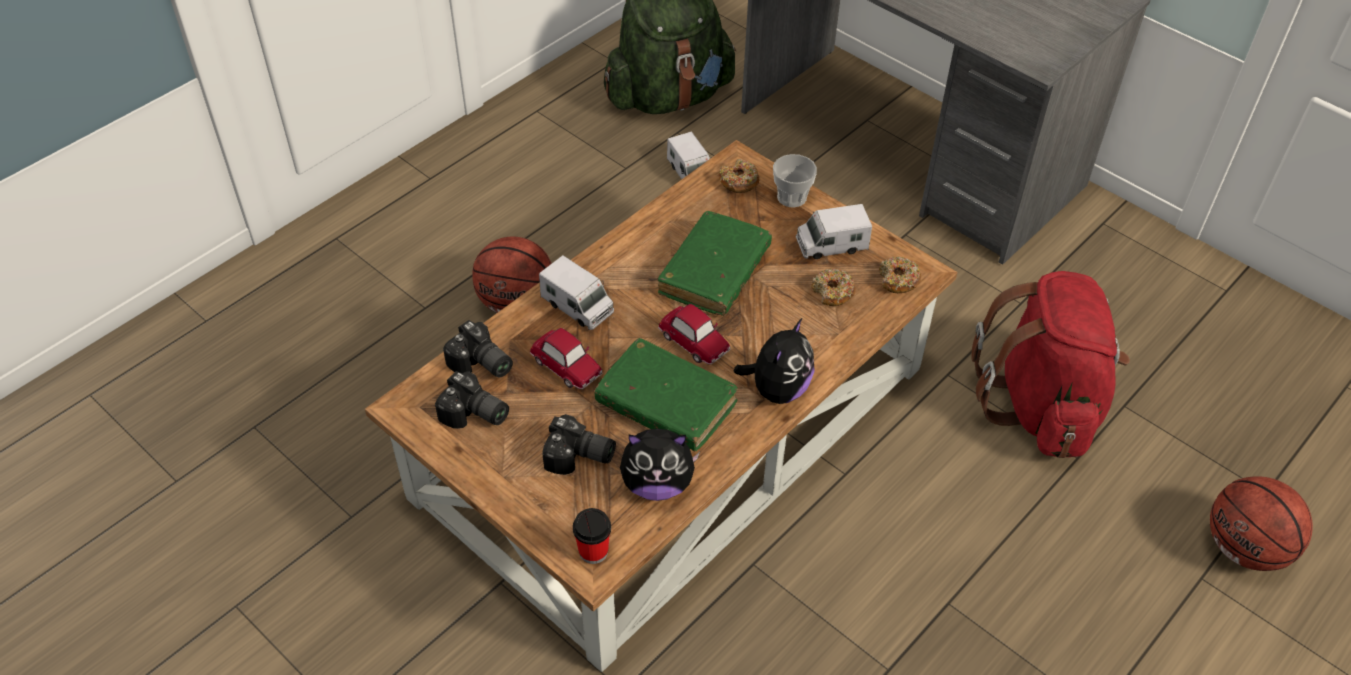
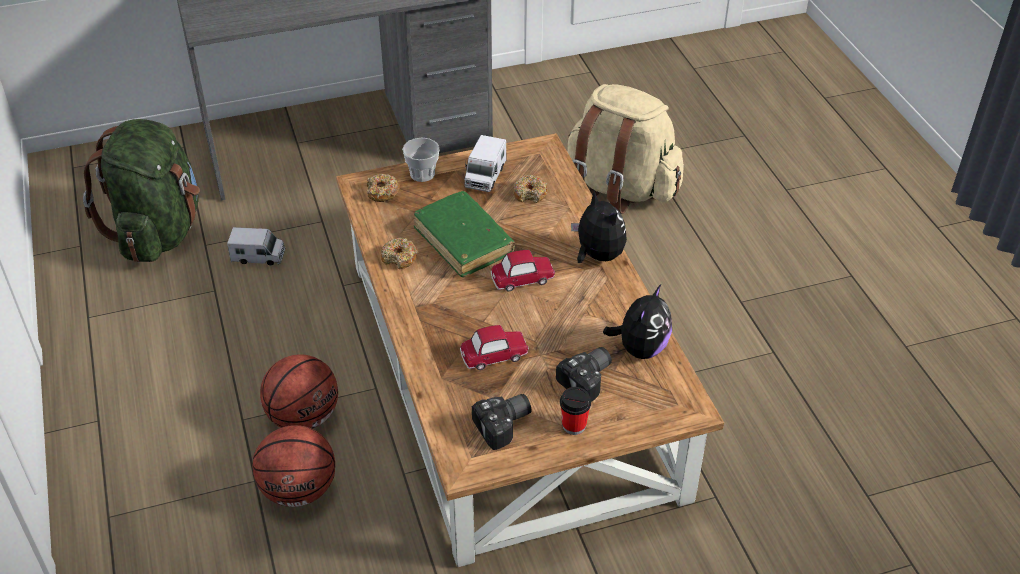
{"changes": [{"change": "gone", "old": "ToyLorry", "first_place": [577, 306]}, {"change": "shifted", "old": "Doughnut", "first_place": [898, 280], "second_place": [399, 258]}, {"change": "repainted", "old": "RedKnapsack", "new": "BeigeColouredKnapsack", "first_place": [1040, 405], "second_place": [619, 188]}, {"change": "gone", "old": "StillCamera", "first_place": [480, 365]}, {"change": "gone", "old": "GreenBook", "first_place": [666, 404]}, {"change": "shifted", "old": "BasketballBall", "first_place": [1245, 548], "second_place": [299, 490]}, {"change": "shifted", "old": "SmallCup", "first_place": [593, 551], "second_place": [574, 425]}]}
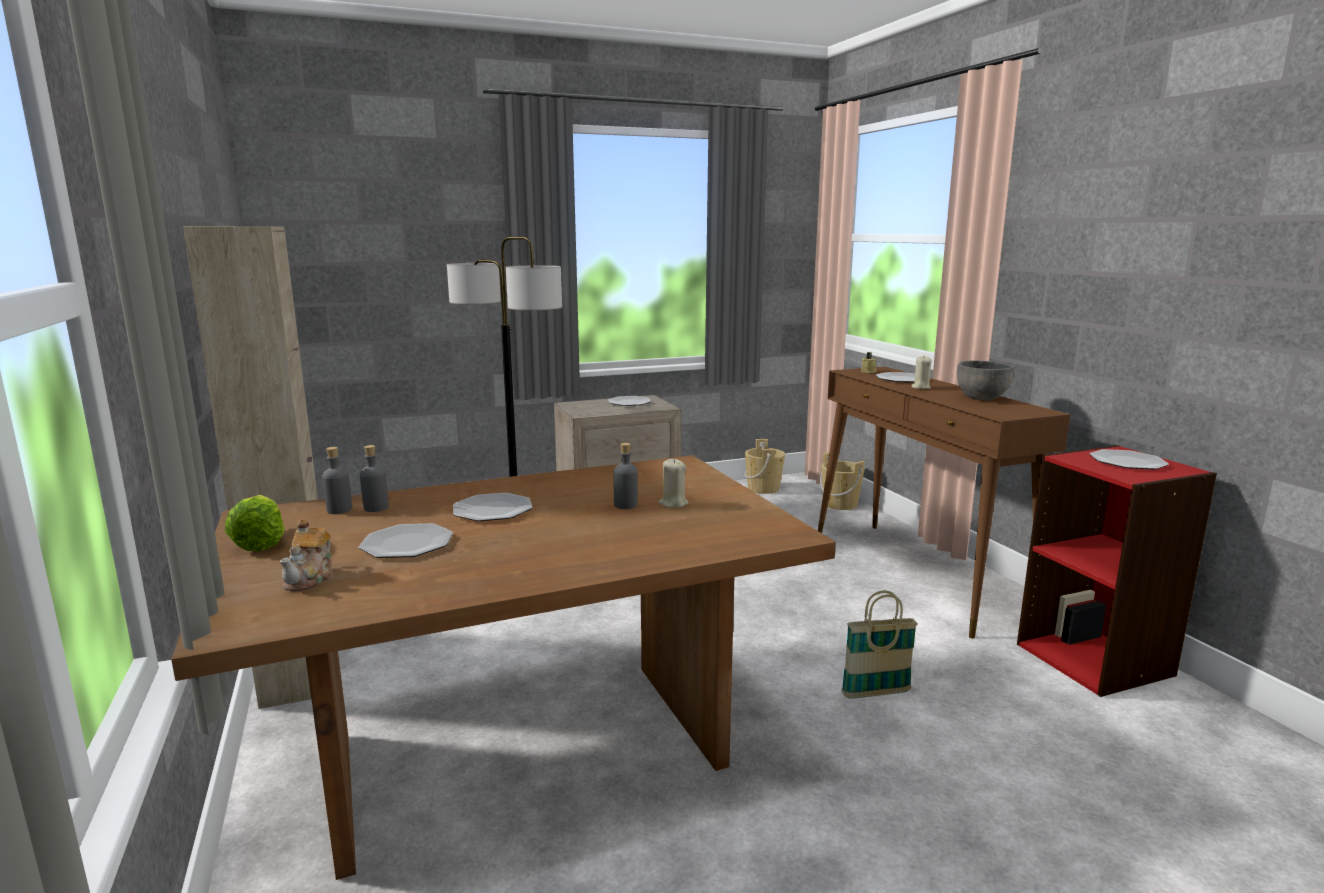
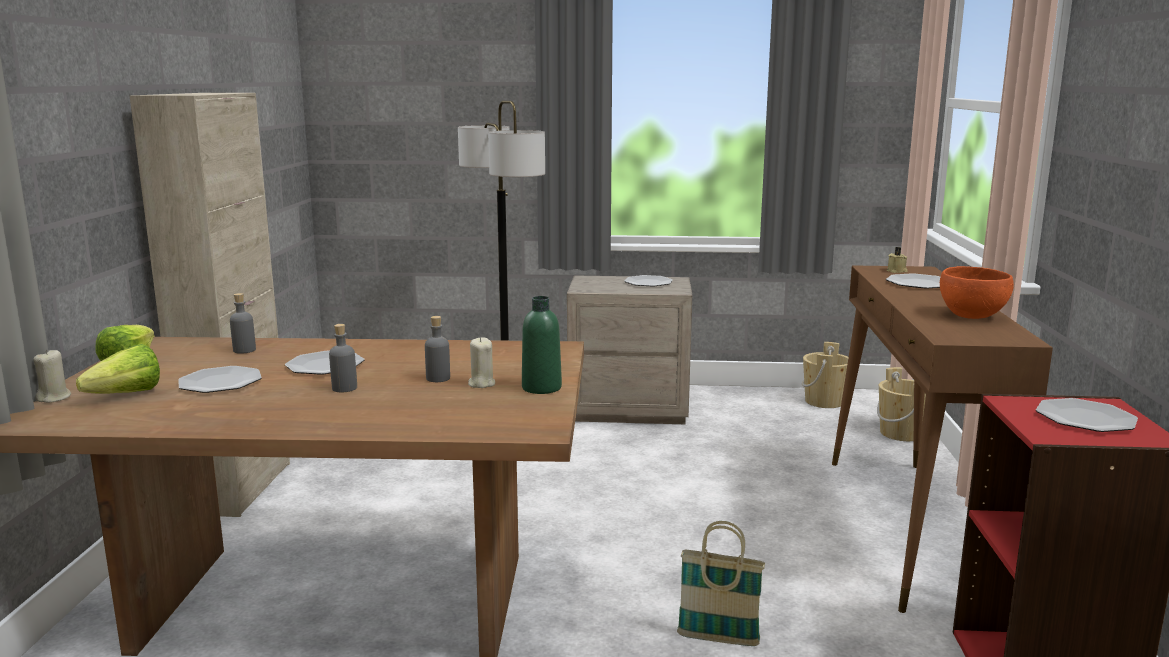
{"changes": [{"change": "shifted", "old": "BeigeColouredWaxLight", "first_place": [920, 387], "second_place": [54, 398]}, {"change": "repainted", "old": "GreyServingBowl", "new": "OrangeyServingBowl", "first_place": [981, 398], "second_place": [971, 316]}, {"change": "shifted", "old": "GreyBottle", "first_place": [339, 510], "second_place": [344, 388]}, {"change": "swapped", "old": "PotForTea", "new": "LettuceHead", "first_place": [311, 578], "second_place": [119, 397]}, {"change": "new", "new": "GreenBottle", "second_place": [541, 388]}]}
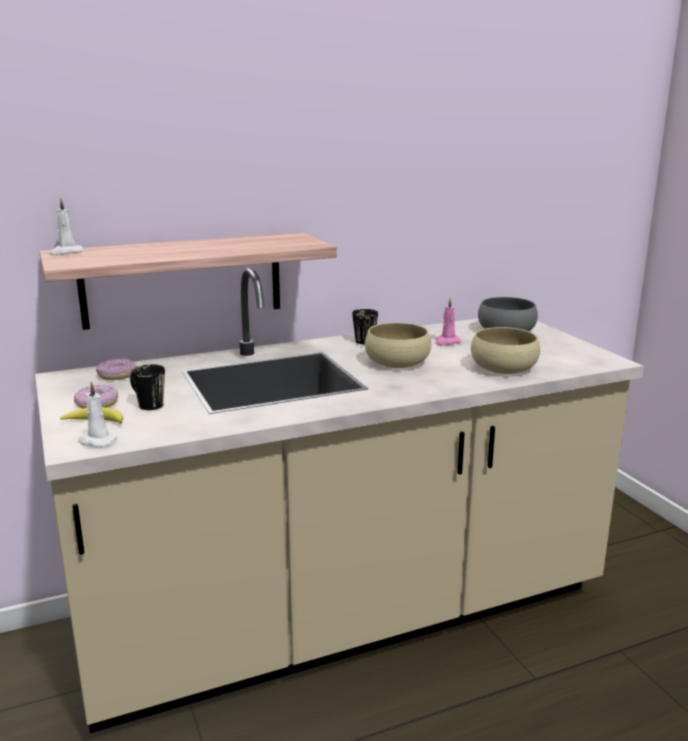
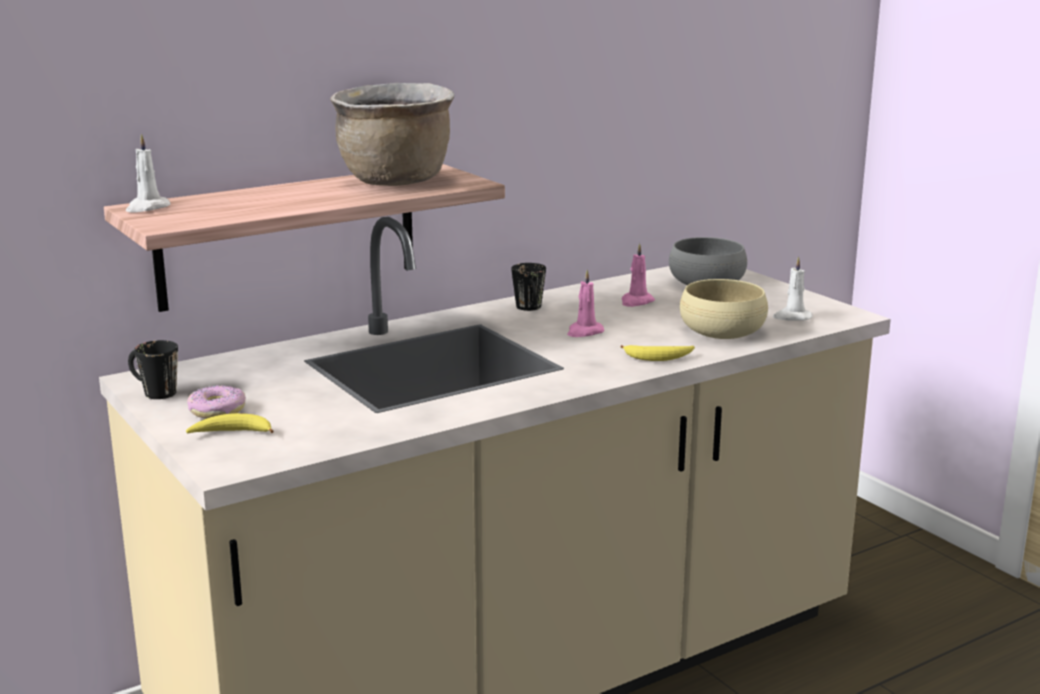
{"changes": [{"change": "swapped", "old": "BeigeColouredServingBowl", "new": "PinkWaxLight", "first_place": [397, 362], "second_place": [584, 332]}, {"change": "gone", "old": "Doughnut", "first_place": [116, 375]}, {"change": "shifted", "old": "BlackColouredMug", "first_place": [146, 404], "second_place": [152, 392]}, {"change": "shifted", "old": "WhiteWaxLight", "first_place": [96, 441], "second_place": [792, 317]}, {"change": "new", "new": "BrownishSaucepot", "second_place": [395, 182]}, {"change": "new", "new": "WholeBanana", "second_place": [658, 357]}]}
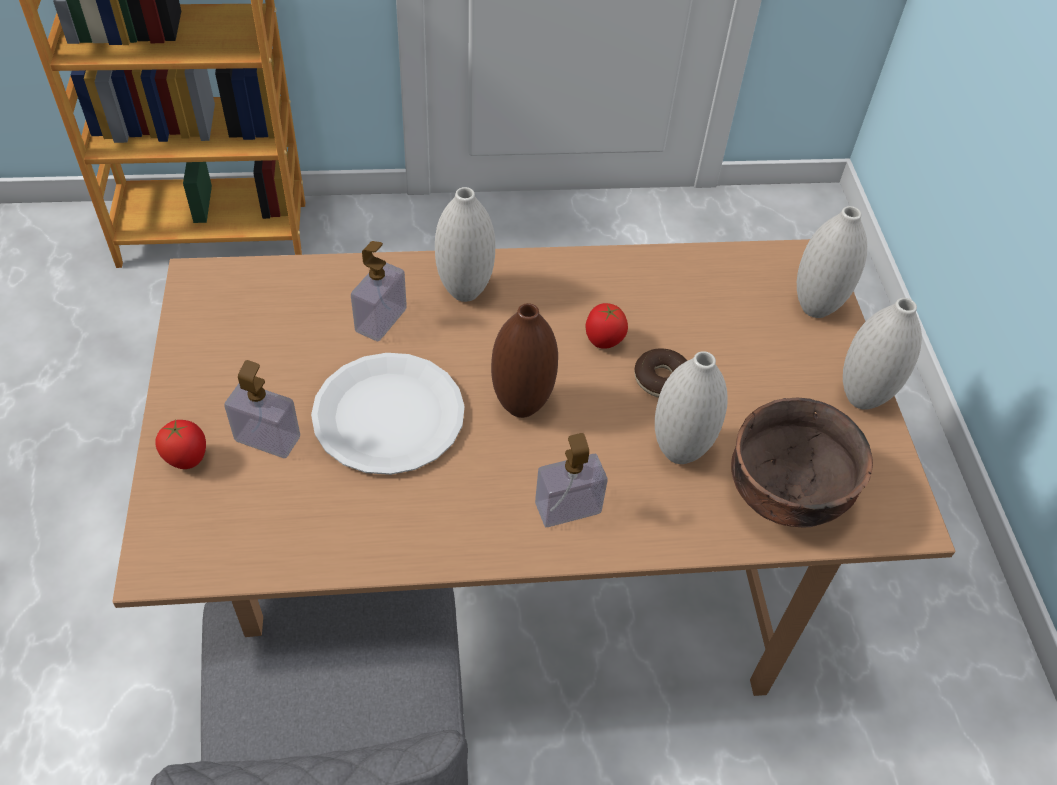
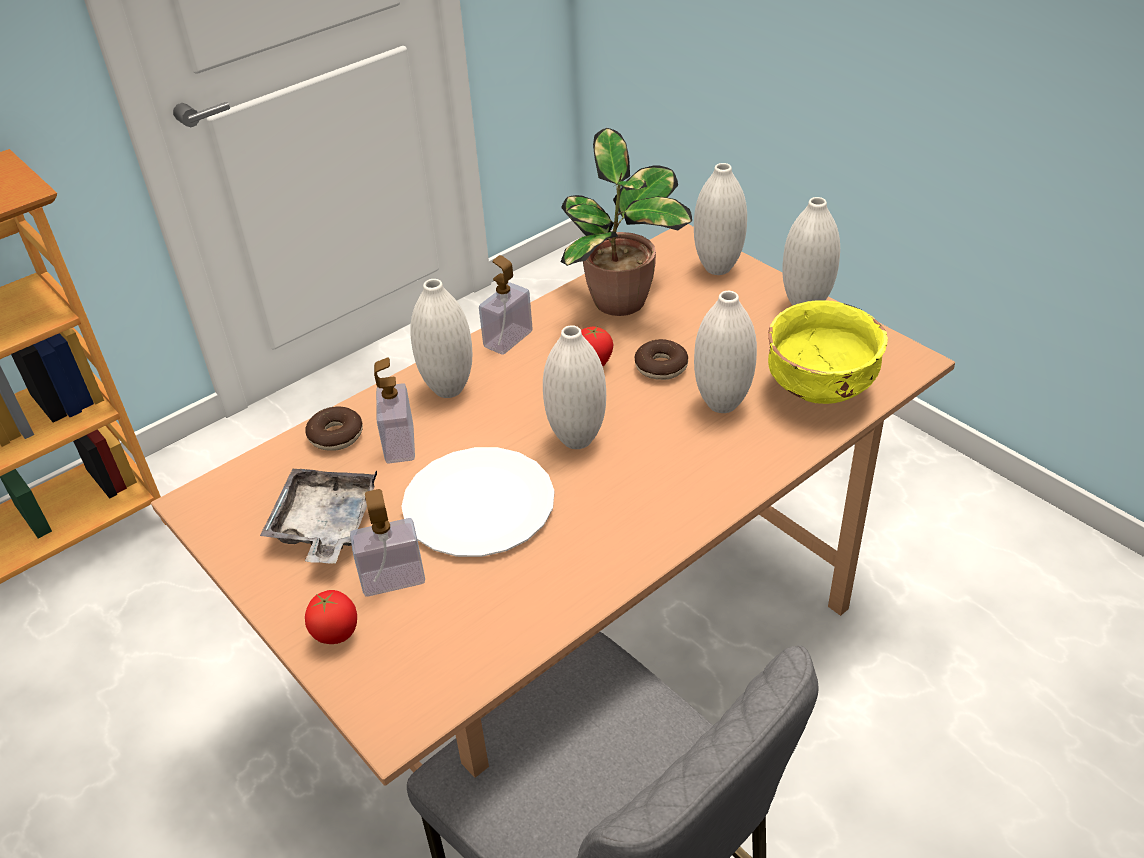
{"changes": [{"change": "repainted", "old": "BrownishVase", "new": "WhiteVase", "first_place": [521, 406], "second_place": [577, 439]}, {"change": "repainted", "old": "BrownishServingBowl", "new": "YellowColouredServingBowl", "first_place": [786, 496], "second_place": [821, 390]}, {"change": "shifted", "old": "SoapDispenser", "first_place": [568, 508], "second_place": [508, 339]}, {"change": "new", "new": "PlantInAPot", "second_place": [621, 303]}, {"change": "new", "new": "Doughnut", "second_place": [336, 436]}, {"change": "new", "new": "GreyTray", "second_place": [325, 526]}]}
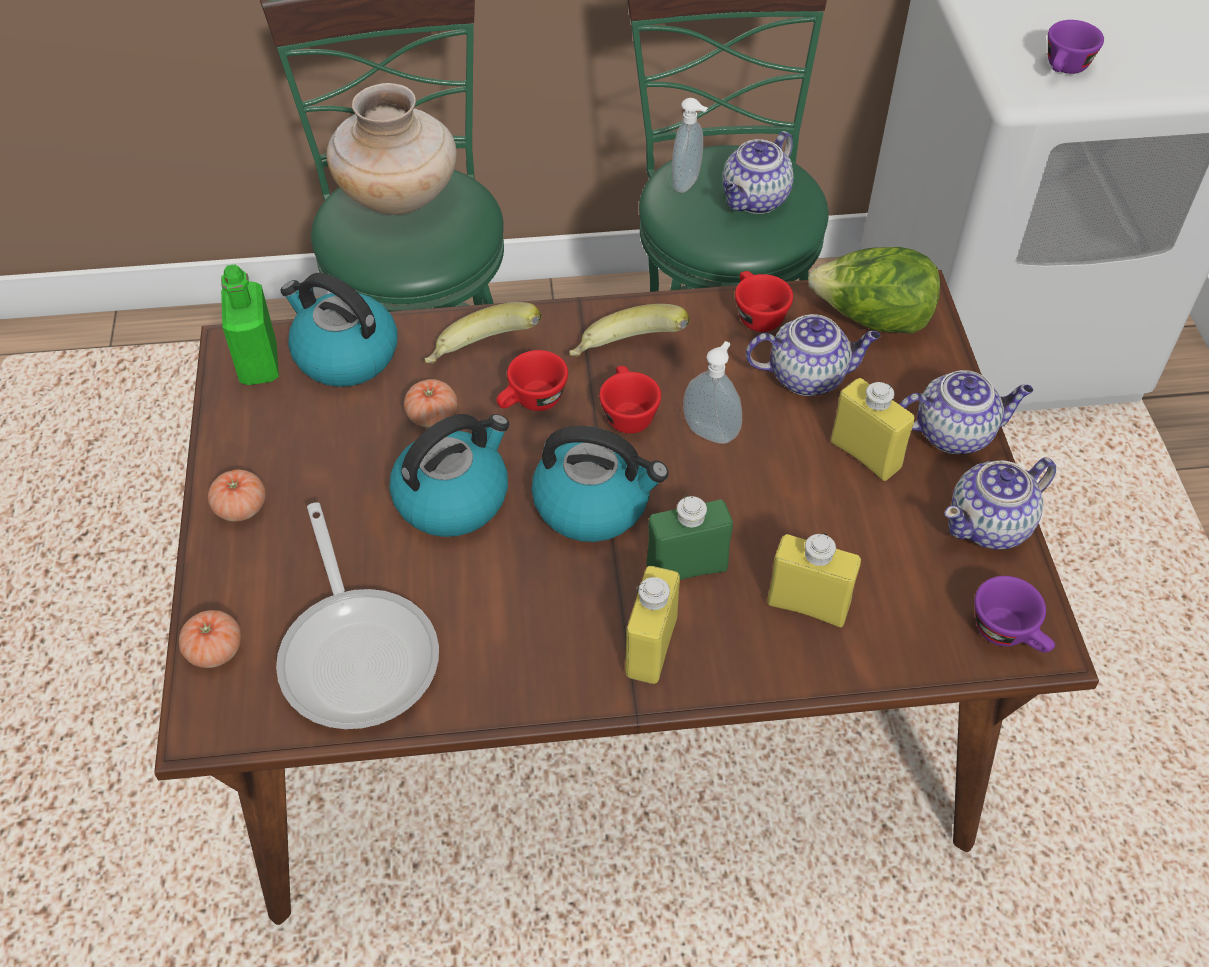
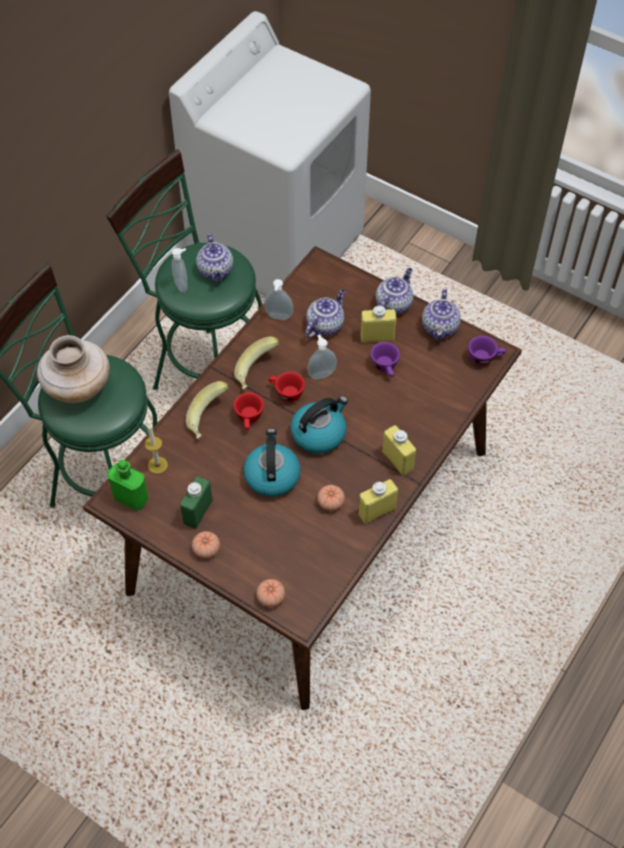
{"changes": [{"change": "shifted", "old": "PurplishSmallCup", "first_place": [1064, 69], "second_place": [386, 367]}, {"change": "gone", "old": "LettuceHead", "first_place": [872, 320]}, {"change": "swapped", "old": "RedSmallCup", "new": "SoapDispenser", "first_place": [756, 314], "second_place": [278, 317]}, {"change": "swapped", "old": "WaterKettle", "new": "WaxLight", "first_place": [344, 355], "second_place": [157, 465]}, {"change": "shifted", "old": "FreshTomato", "first_place": [432, 416], "second_place": [330, 502]}, {"change": "shifted", "old": "GreenBottle", "first_place": [686, 568], "second_place": [198, 512]}, {"change": "gone", "old": "Pan", "first_place": [358, 652]}, {"change": "shifted", "old": "YellowColouredBottle", "first_place": [808, 605], "second_place": [377, 511]}]}
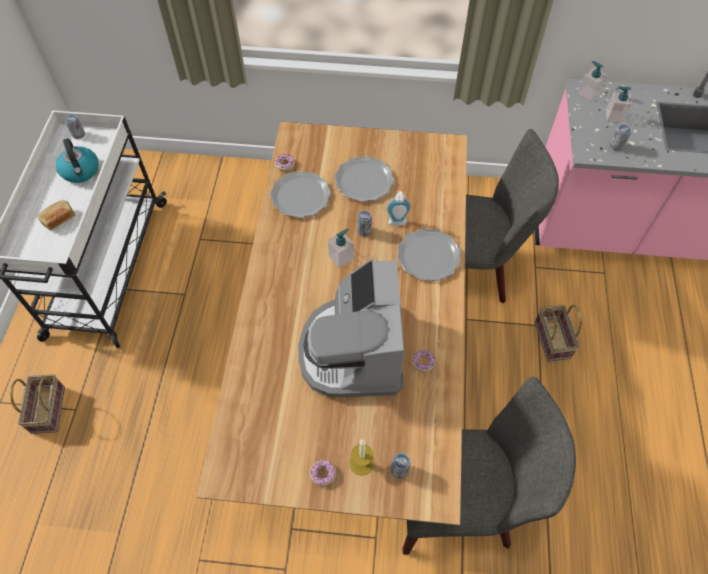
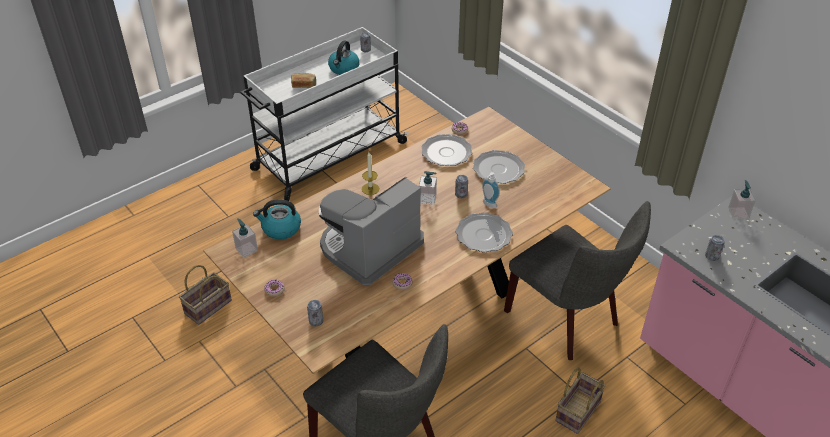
{"changes": [{"change": "shifted", "old": "SoapDispenser", "first_place": [614, 116], "second_place": [246, 249]}, {"change": "shifted", "old": "HouseholdBasket", "first_place": [49, 411], "second_place": [207, 308]}, {"change": "shifted", "old": "WaxLight", "first_place": [361, 462], "second_place": [370, 189]}, {"change": "new", "new": "WaterKettle", "second_place": [280, 229]}]}
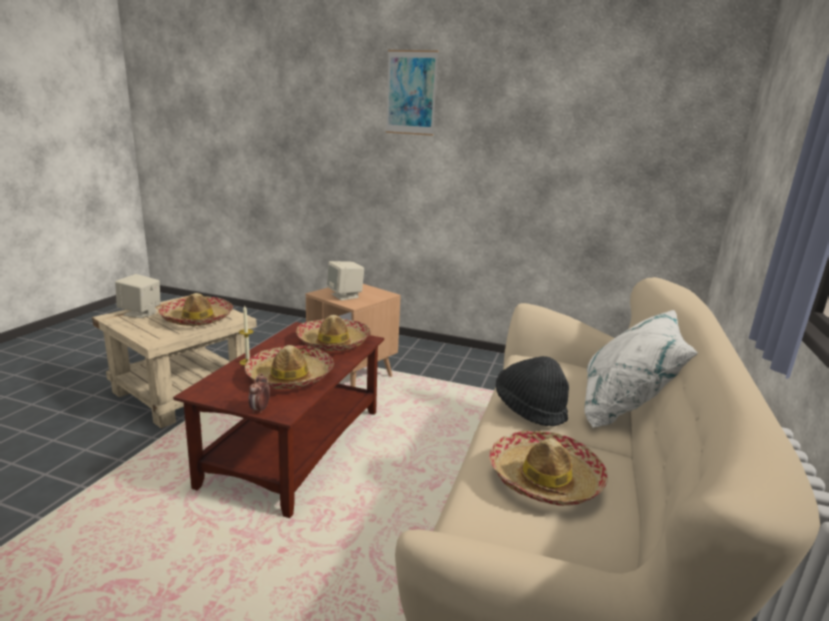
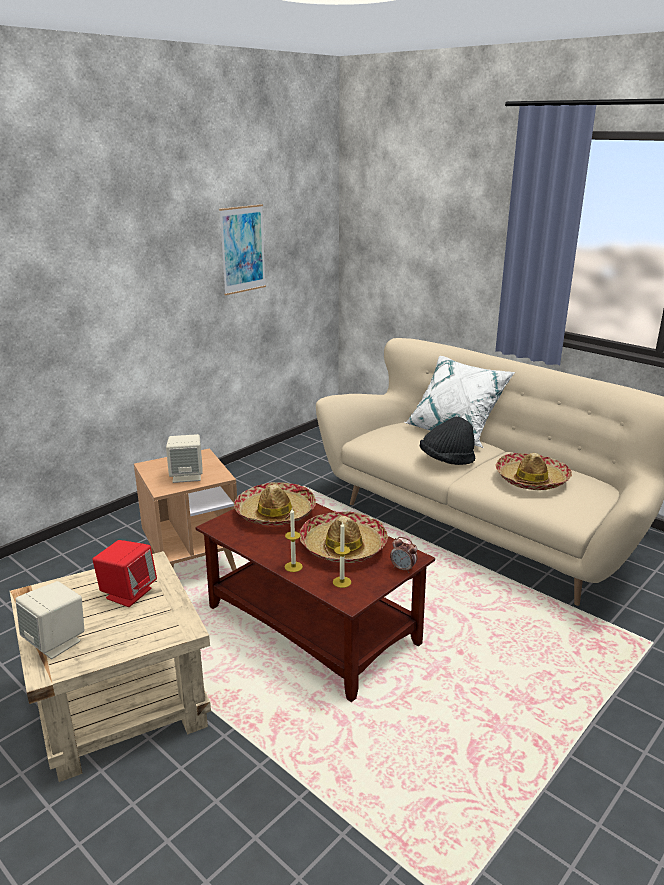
{"changes": [{"change": "shifted", "old": "Picture", "first_place": [411, 93], "second_place": [243, 249]}, {"change": "swapped", "old": "WearableHat", "new": "RedLoudspeaker", "first_place": [197, 319], "second_place": [128, 593]}, {"change": "new", "new": "WaxLight", "second_place": [342, 582]}]}
